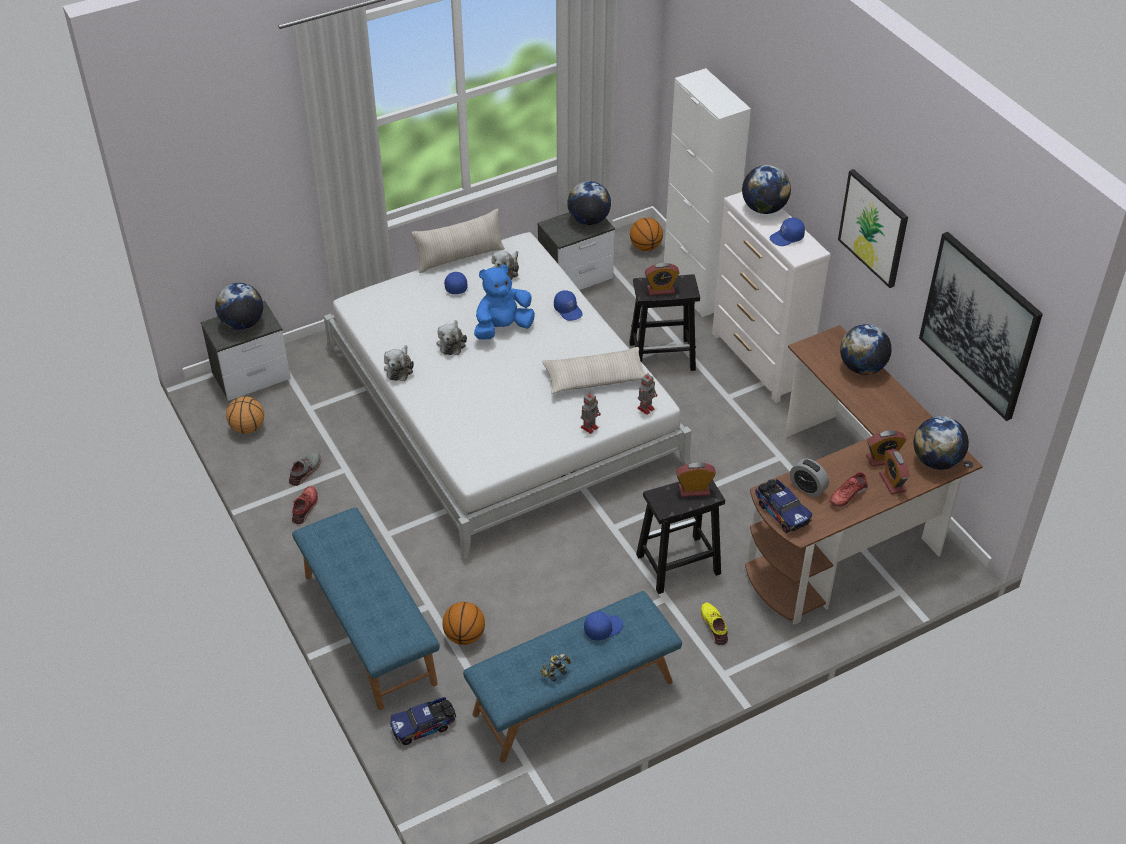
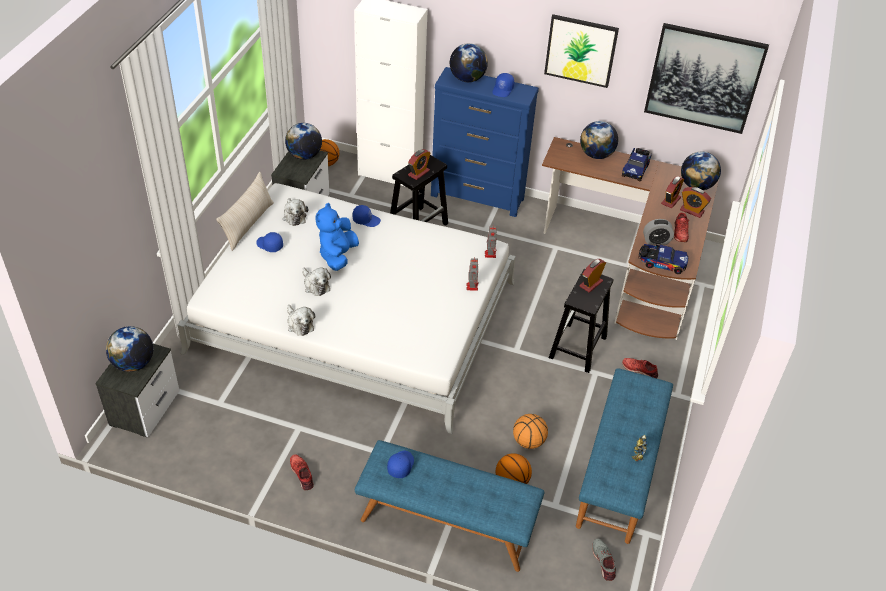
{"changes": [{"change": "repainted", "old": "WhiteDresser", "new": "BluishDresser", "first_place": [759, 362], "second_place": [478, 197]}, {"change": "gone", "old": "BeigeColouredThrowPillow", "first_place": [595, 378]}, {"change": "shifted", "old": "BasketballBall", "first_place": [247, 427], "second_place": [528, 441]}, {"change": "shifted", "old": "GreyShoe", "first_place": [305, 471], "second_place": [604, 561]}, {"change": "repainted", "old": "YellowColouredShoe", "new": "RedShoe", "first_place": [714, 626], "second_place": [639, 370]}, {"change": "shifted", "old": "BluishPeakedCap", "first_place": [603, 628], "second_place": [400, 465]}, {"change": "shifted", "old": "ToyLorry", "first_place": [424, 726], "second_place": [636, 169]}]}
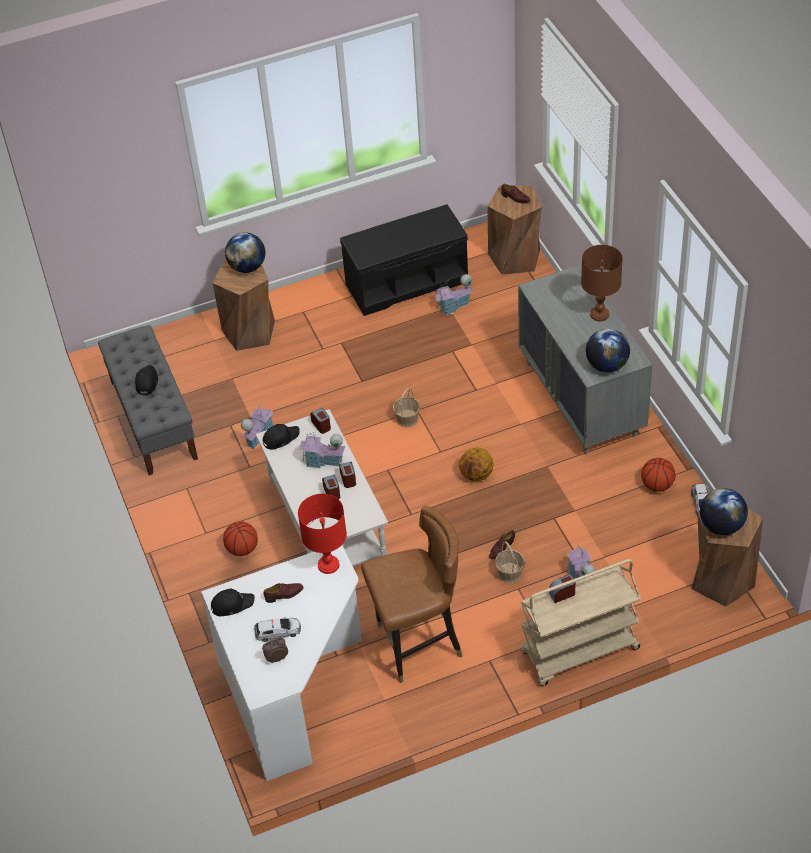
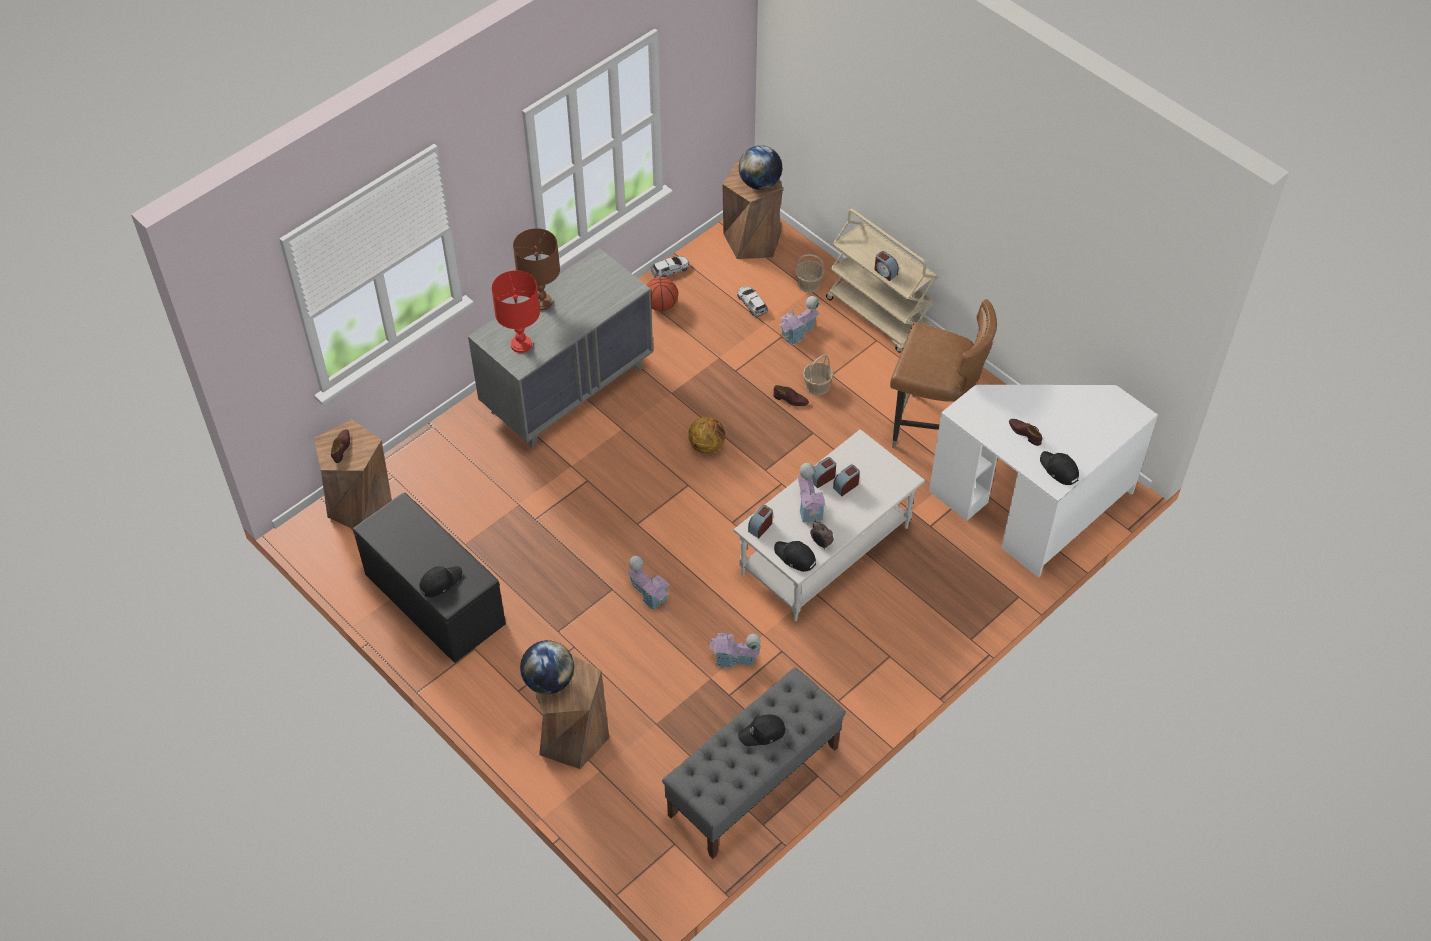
{"changes": [{"change": "shifted", "old": "ModelHouse", "first_place": [454, 306], "second_place": [649, 594]}, {"change": "gone", "old": "DeskGlobe", "first_place": [606, 365]}, {"change": "shifted", "old": "HouseholdBasket", "first_place": [407, 418], "second_place": [808, 283]}, {"change": "shifted", "old": "RedTabletopLamp", "first_place": [328, 565], "second_place": [521, 344]}, {"change": "rotated", "old": "BrownishPlainChair", "first_place": [418, 645], "second_place": [932, 429], "degrees": 150}, {"change": "gone", "old": "BasketballBall", "first_place": [242, 549]}, {"change": "shifted", "old": "ModelCar", "first_place": [278, 631], "second_place": [752, 303]}, {"change": "shifted", "old": "BedsideClock", "first_place": [276, 658], "second_place": [821, 543]}, {"change": "new", "new": "BlackColouredPeakedCap", "second_place": [440, 582]}]}
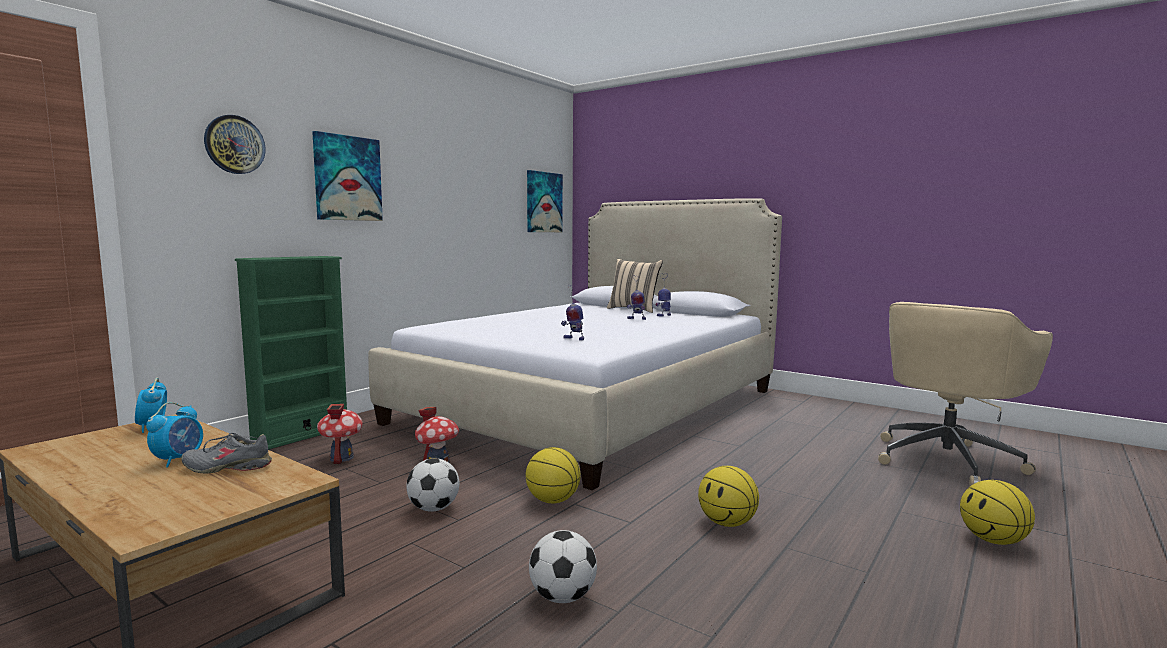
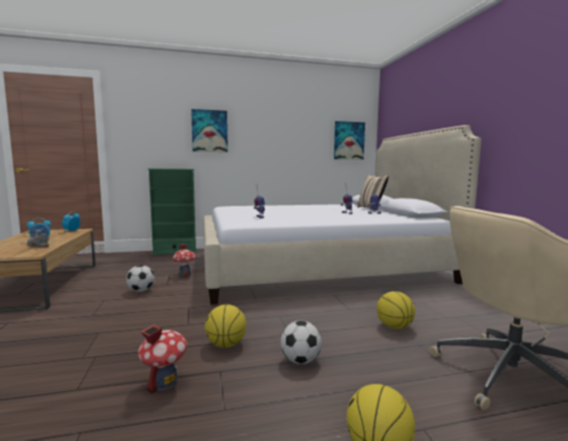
{"changes": [{"change": "gone", "old": "WallClock", "first_place": [234, 144]}, {"change": "shifted", "old": "ModelHouse", "first_place": [341, 458], "second_place": [164, 383]}, {"change": "shifted", "old": "BasketballBall", "first_place": [552, 500], "second_place": [394, 327]}, {"change": "shifted", "old": "FootballBall", "first_place": [562, 597], "second_place": [300, 360]}]}
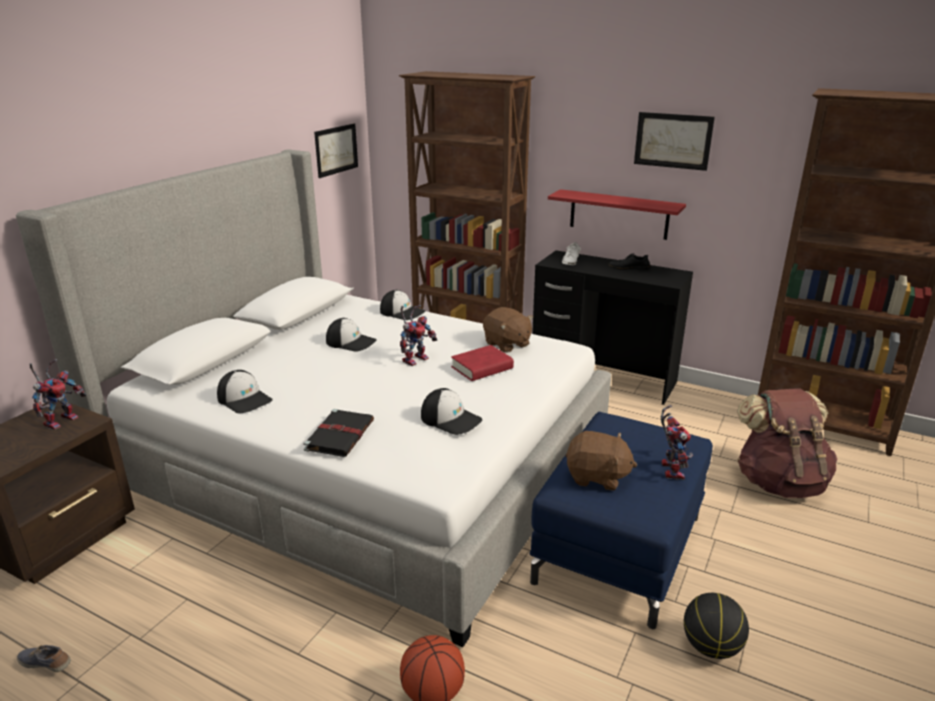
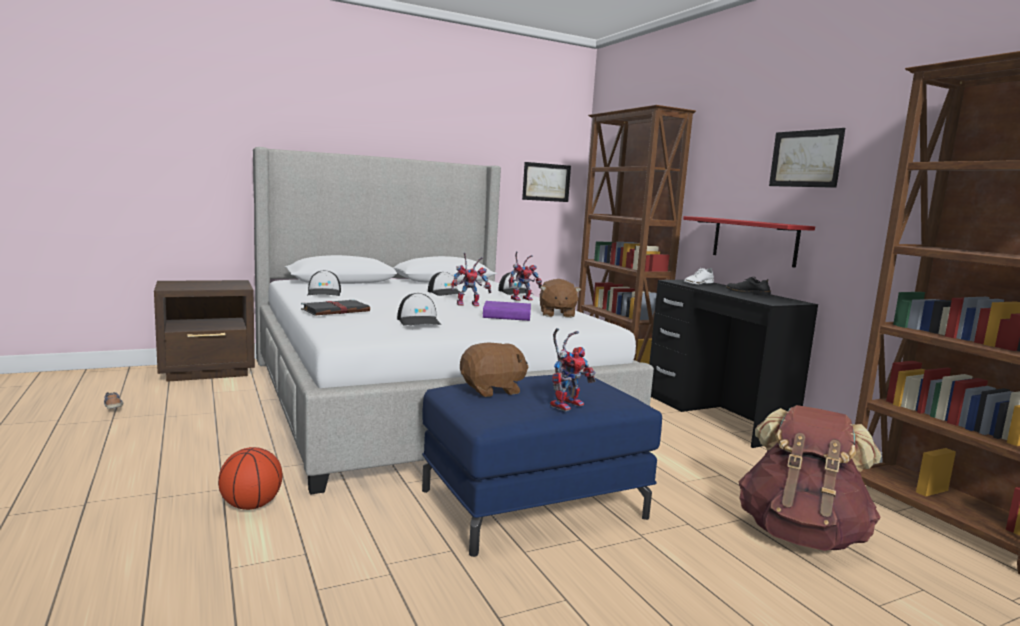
{"changes": [{"change": "repainted", "old": "RedBook", "new": "PurplishBook", "first_place": [482, 368], "second_place": [506, 316]}, {"change": "shifted", "old": "RobotFigure", "first_place": [62, 420], "second_place": [522, 299]}, {"change": "rotated", "old": "BrownishPlushToy", "first_place": [597, 477], "second_place": [492, 390], "degrees": -75}, {"change": "gone", "old": "BasketballBall", "first_place": [710, 647]}]}
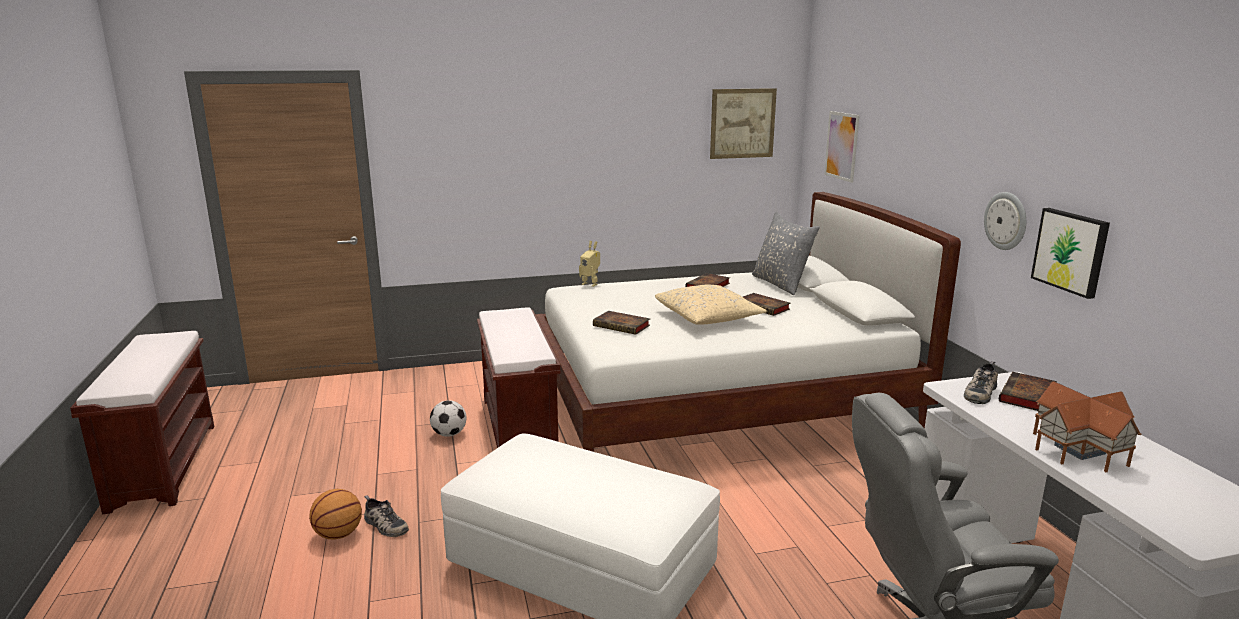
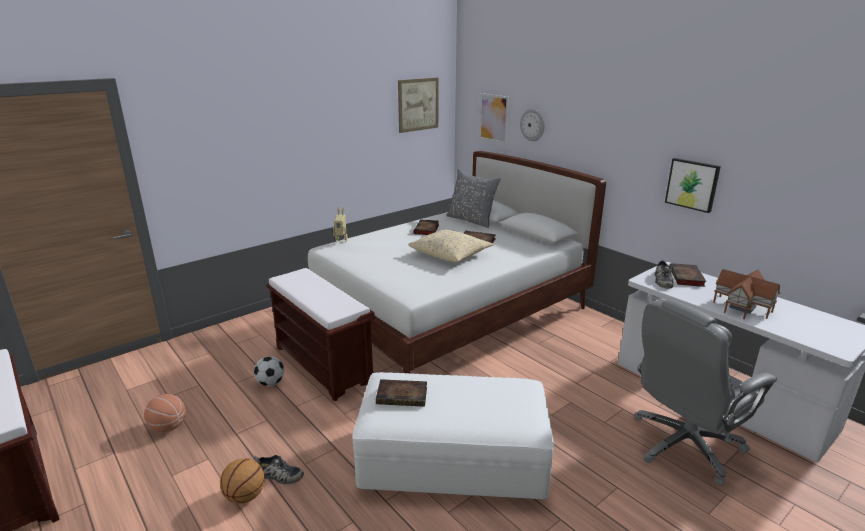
{"changes": [{"change": "shifted", "old": "WallClock", "first_place": [1006, 221], "second_place": [532, 125]}, {"change": "shifted", "old": "Book", "first_place": [623, 326], "second_place": [403, 395]}, {"change": "new", "new": "BasketballBall", "second_place": [168, 427]}]}
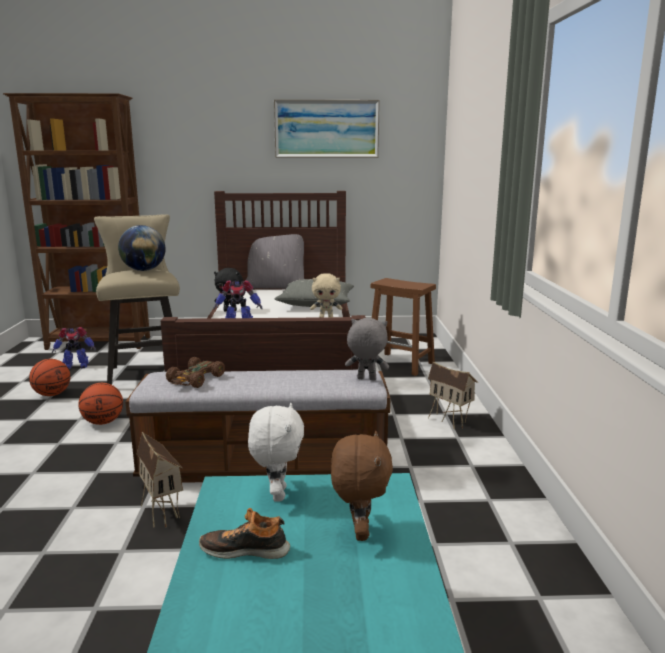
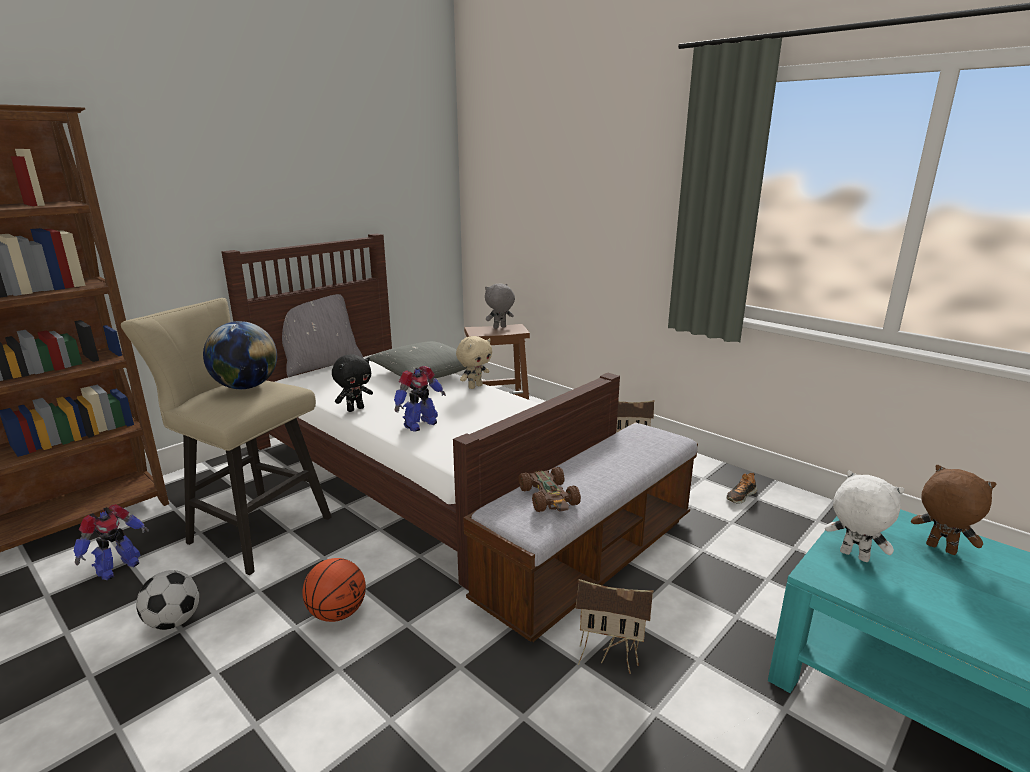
{"changes": [{"change": "gone", "old": "Picture", "first_place": [326, 129]}, {"change": "shifted", "old": "GreyPlushToy", "first_place": [366, 379], "second_place": [499, 327]}, {"change": "swapped", "old": "BasketballBall", "new": "FootballBall", "first_place": [52, 394], "second_place": [173, 621]}, {"change": "shifted", "old": "Shoe", "first_place": [245, 550], "second_place": [740, 496]}]}
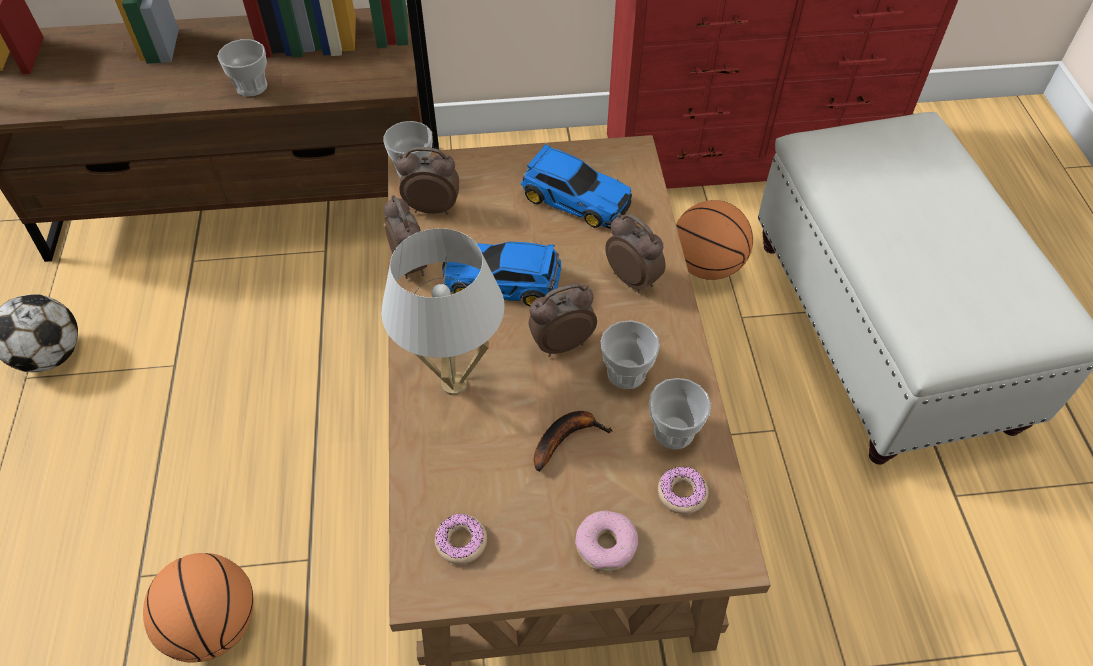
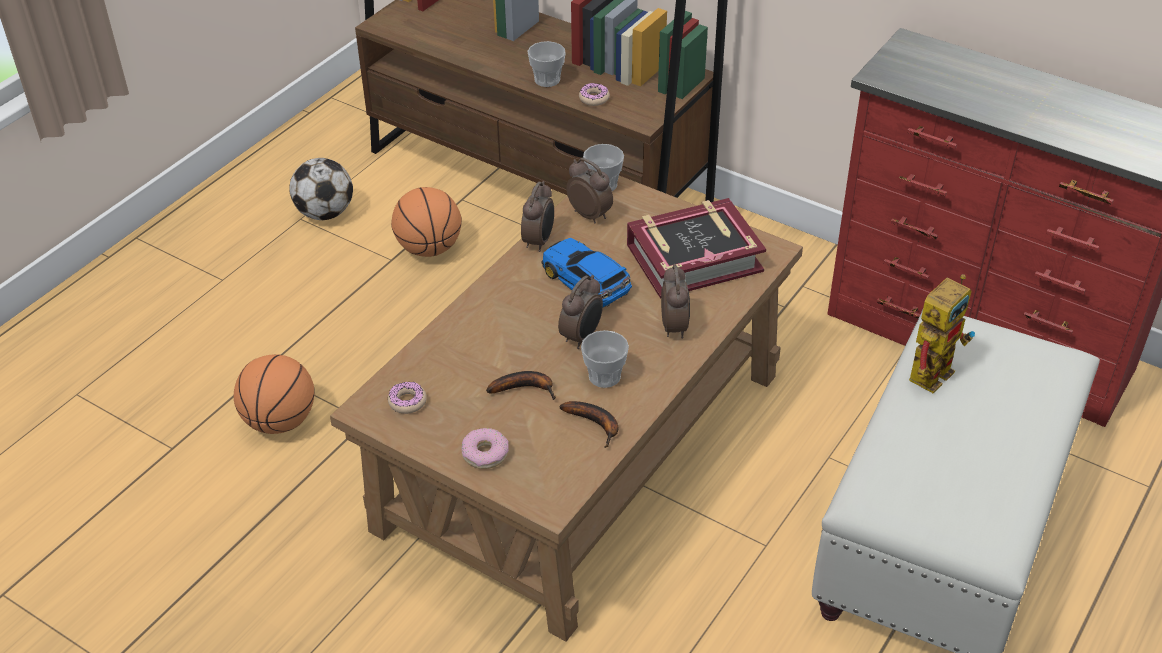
{"changes": [{"change": "swapped", "old": "ModelCar", "new": "Book", "first_place": [574, 198], "second_place": [694, 257]}, {"change": "shifted", "old": "BasketballBall", "first_place": [706, 266], "second_place": [429, 248]}, {"change": "gone", "old": "WhiteTabletopLamp", "first_place": [454, 384]}, {"change": "rotated", "old": "BedsideClock", "first_place": [561, 343], "second_place": [582, 337], "degrees": 105}, {"change": "swapped", "old": "SmallCup", "new": "WholeBanana", "first_place": [673, 431], "second_place": [596, 424]}, {"change": "shifted", "old": "Doughnut", "first_place": [682, 493], "second_place": [594, 98]}, {"change": "new", "new": "RobotFigure", "second_place": [933, 368]}]}
